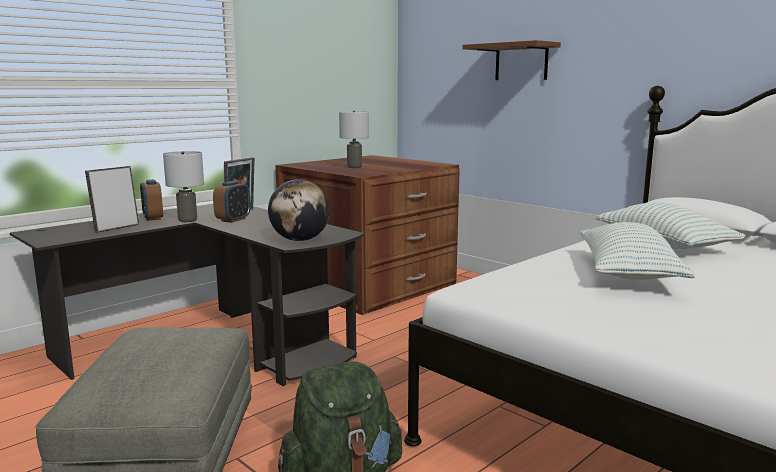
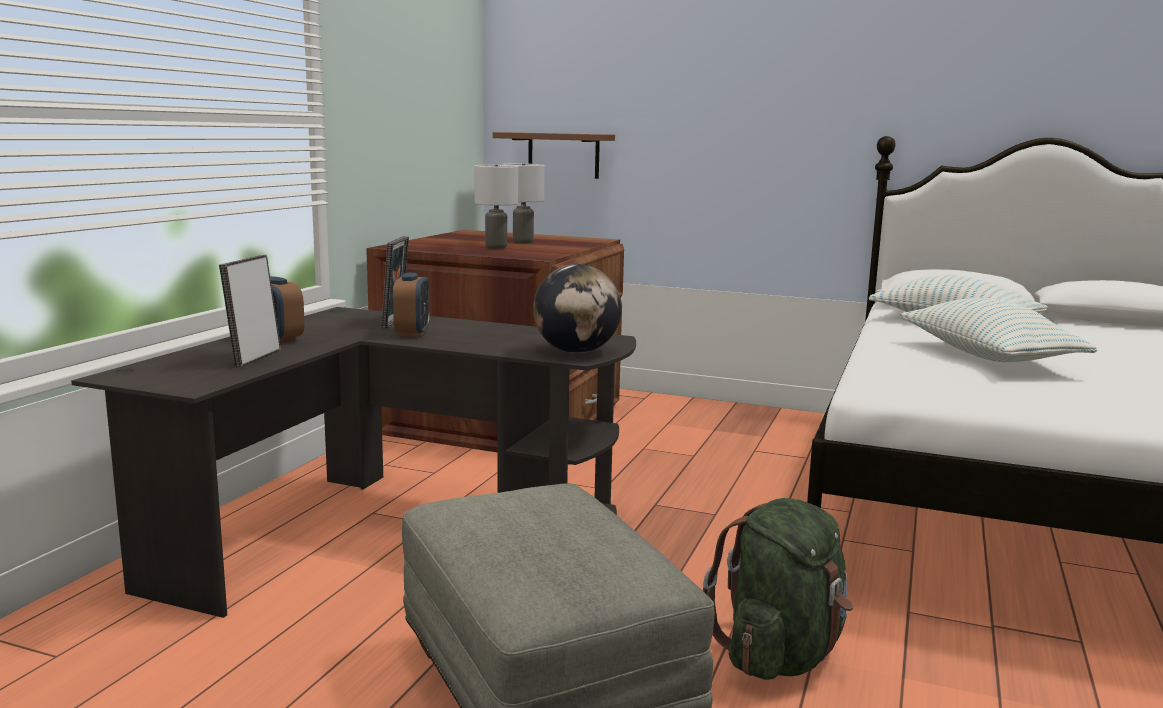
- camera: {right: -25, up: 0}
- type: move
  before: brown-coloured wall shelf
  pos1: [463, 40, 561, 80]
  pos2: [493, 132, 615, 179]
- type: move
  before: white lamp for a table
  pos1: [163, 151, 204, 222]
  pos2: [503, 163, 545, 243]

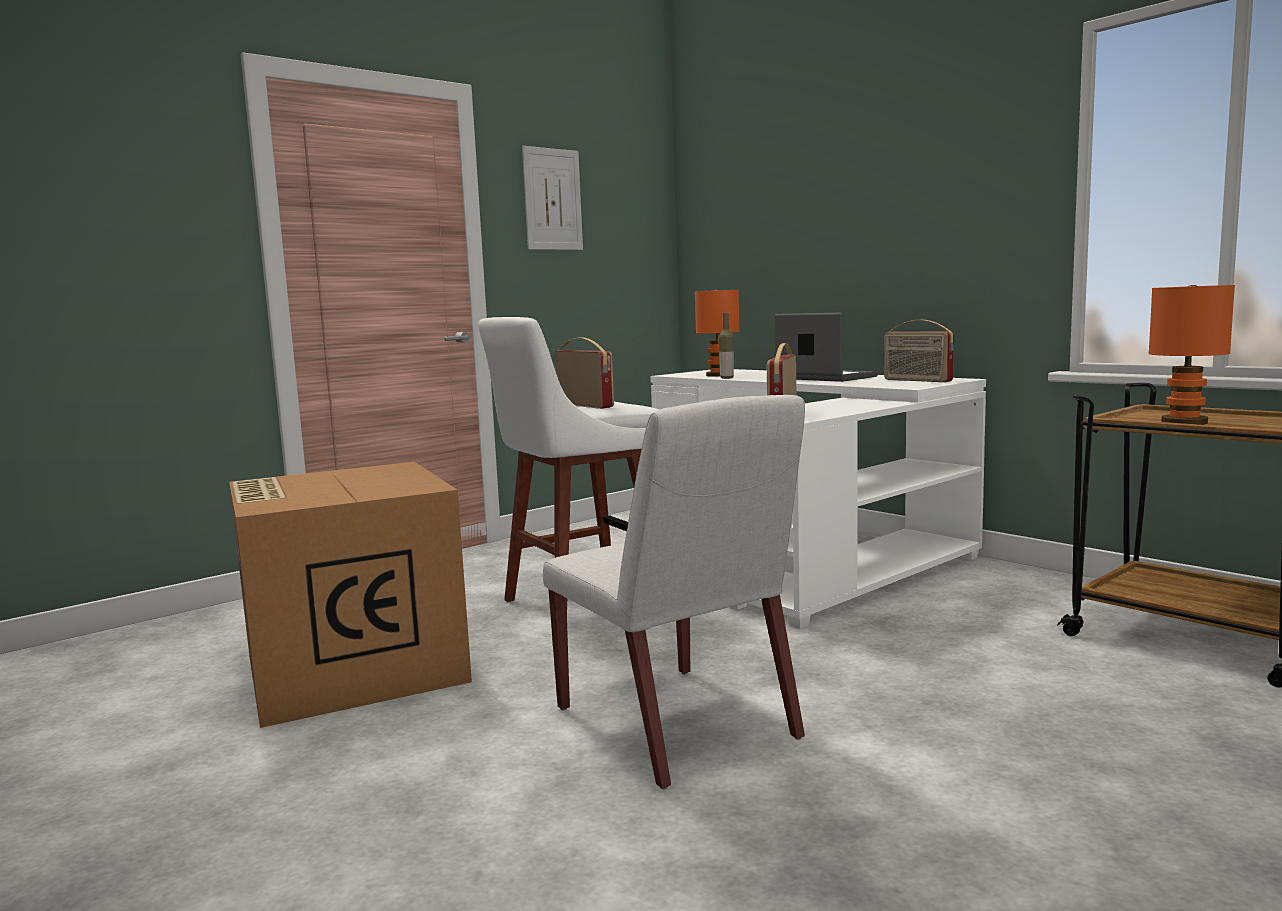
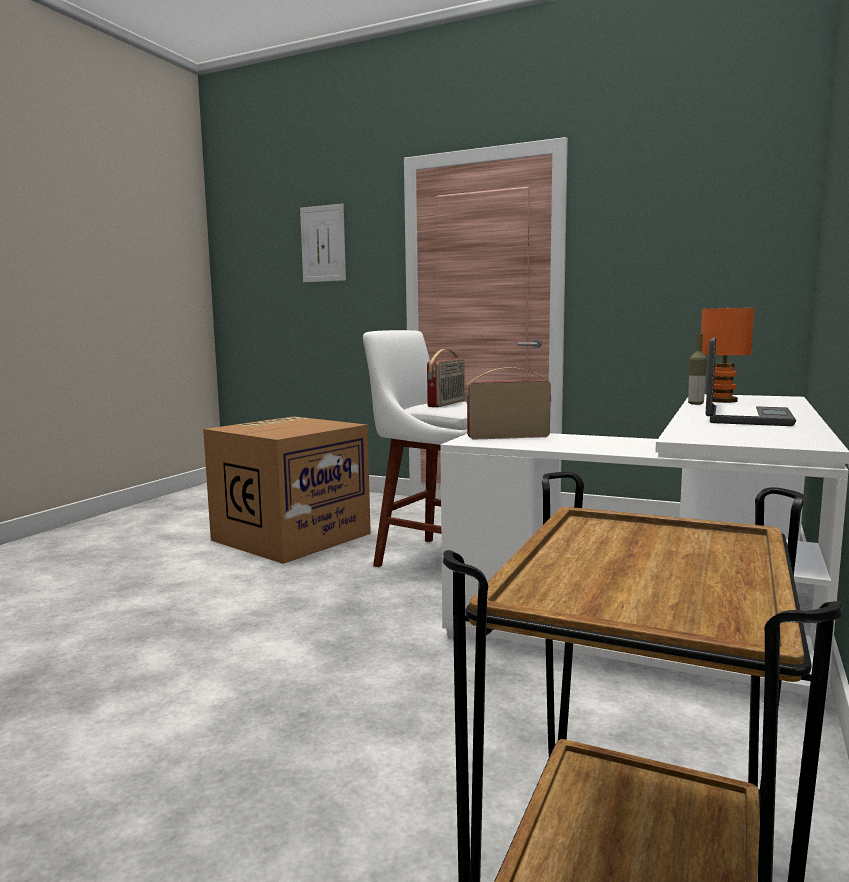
- camera: {right: 65, up: 0}
- type: move
  before: wall art
  pos1: [522, 146, 583, 250]
  pos2: [300, 204, 346, 282]
- type: delete
  before: white chair
  pos1: [543, 395, 805, 789]
- type: delete
  before: radio
  pos1: [884, 320, 954, 382]
- type: delete
  before: orange lamp for a table
  pos1: [1149, 285, 1235, 425]

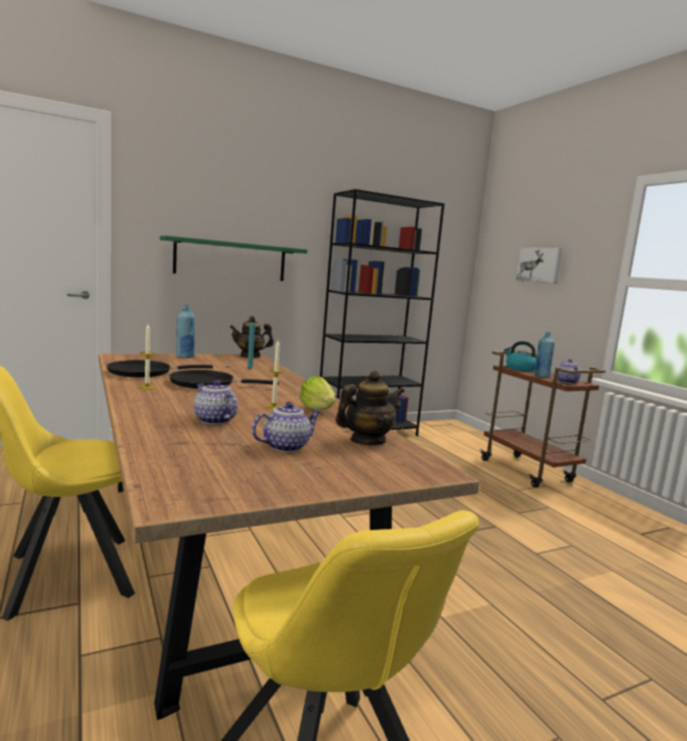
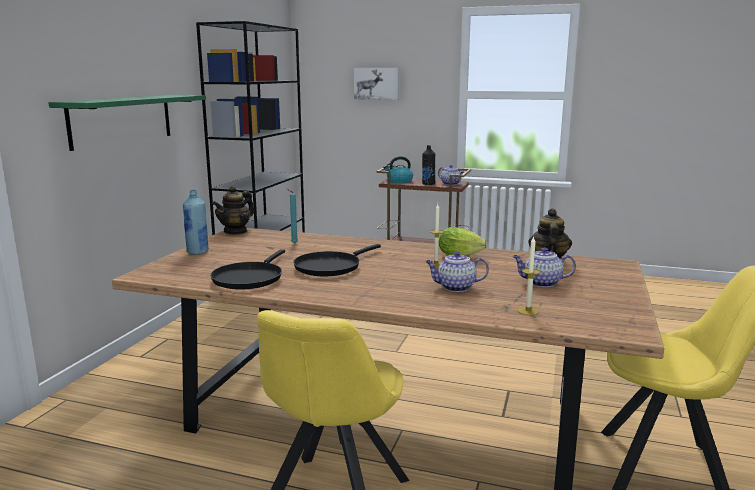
- camera: {right: -45, up: 5}
- type: recolor
  before: blue-coloured drink bottle
  after: blackish drink bottle
  pos1: [534, 332, 555, 378]
  pos2: [422, 145, 435, 185]
- type: rotate
  before: tea pot
  pos1: [252, 402, 321, 452]
  pos2: [512, 247, 576, 287]
  turn: -90
- type: move
  before: wax candle
  pos1: [138, 325, 156, 389]
  pos2: [518, 236, 540, 315]

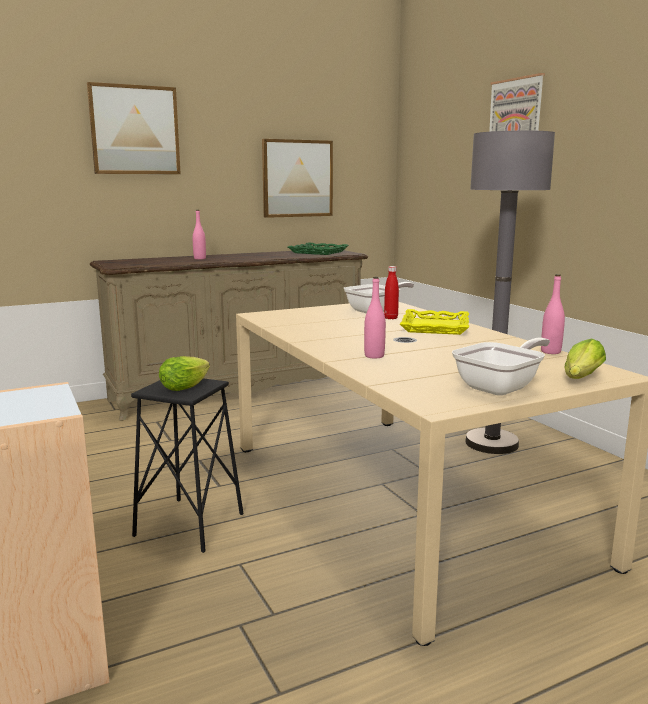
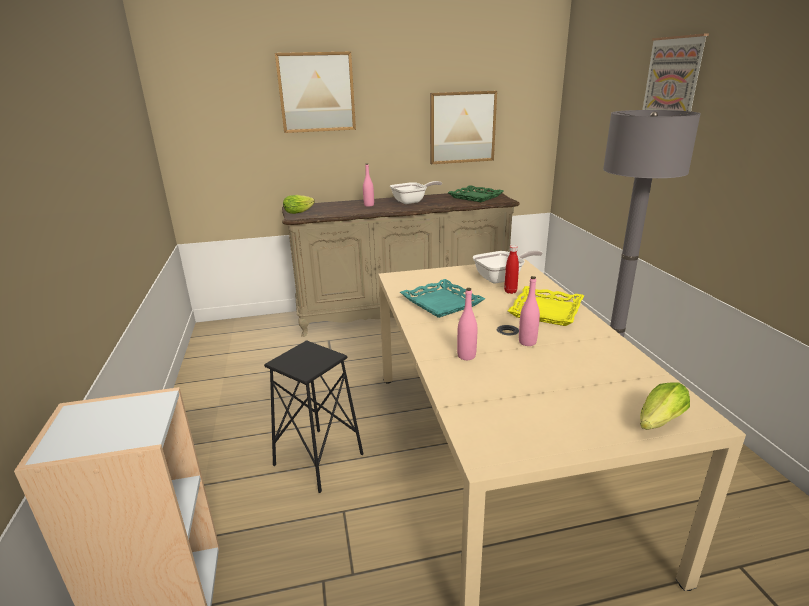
- camera: {right: 15, up: 10}
- type: move
  before: lettuce
  pos1: [159, 356, 210, 391]
  pos2: [283, 195, 315, 214]
- type: move
  before: skillet
  pos1: [452, 337, 550, 396]
  pos2: [390, 181, 442, 204]
- type: insert
  after: turquoise-coloured tray
  pos2: [400, 279, 485, 318]
- type: move
  before: pink drink bottle
  pos1: [541, 274, 565, 354]
  pos2: [519, 276, 540, 346]

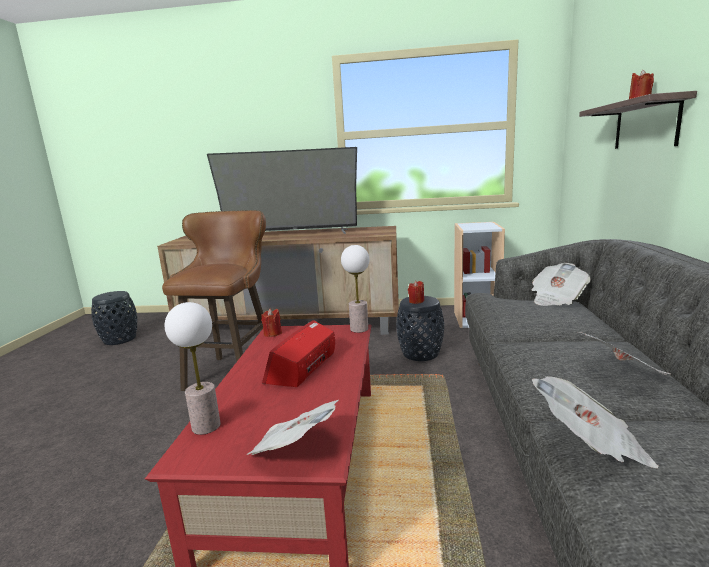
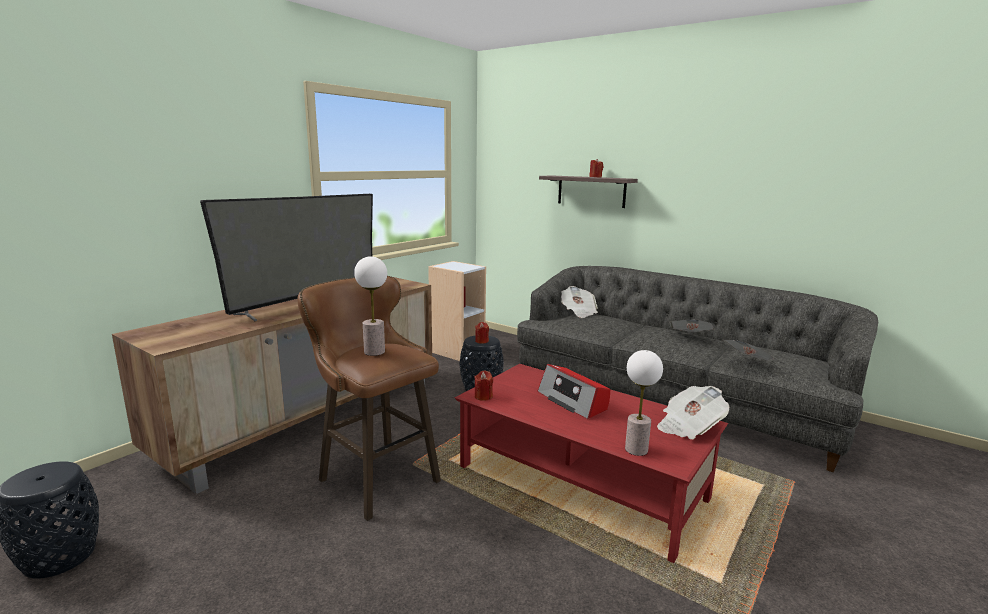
- camera: {right: -60, up: 0}
- type: move
  before: lamp for a table
  pos1: [341, 245, 370, 333]
  pos2: [354, 256, 387, 356]

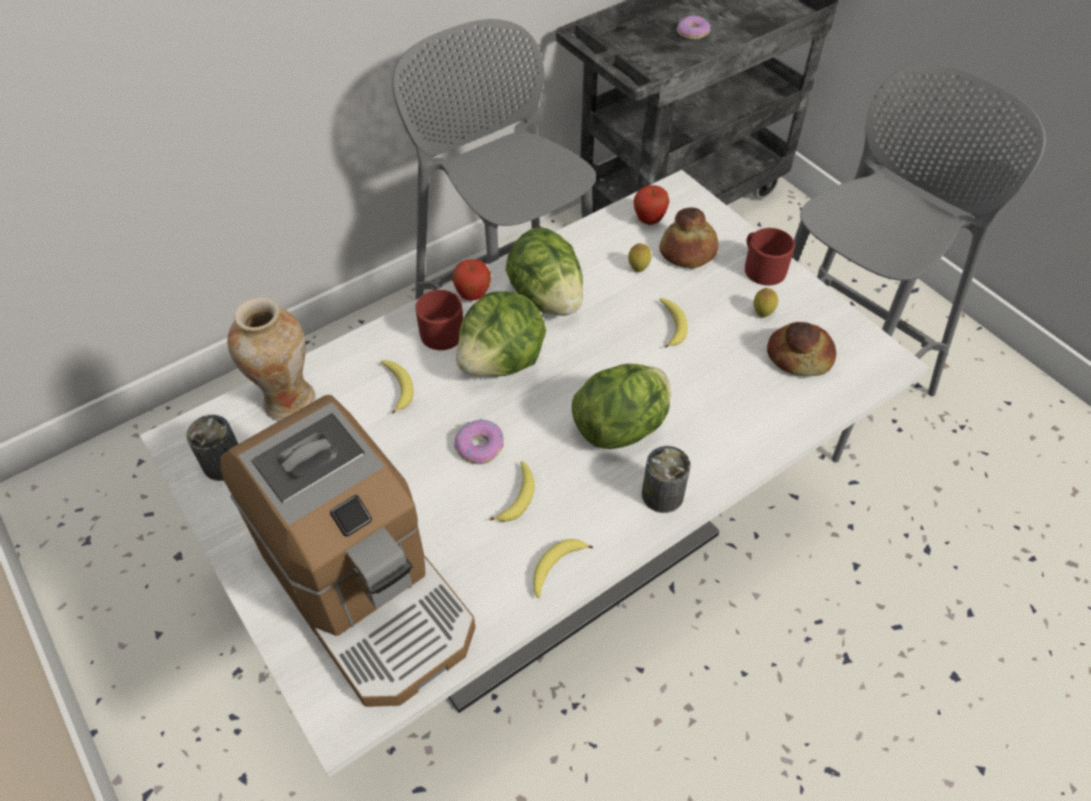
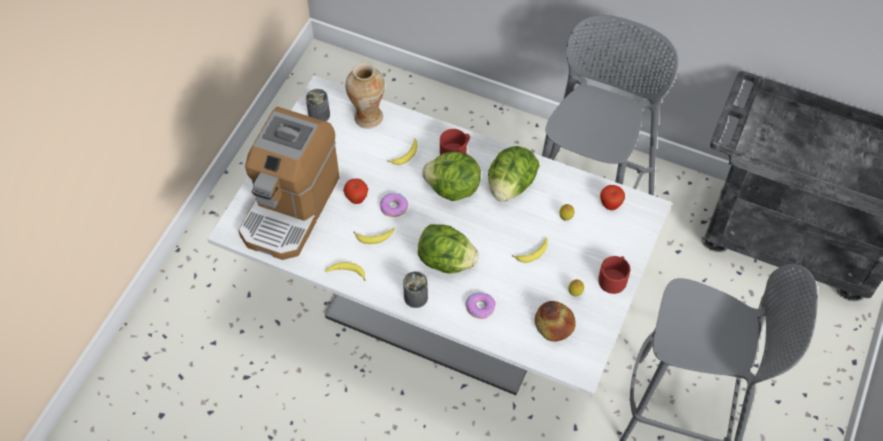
- camera: {right: 60, up: 5}
- type: move
  before: apple fruit
  pos1: [452, 259, 491, 301]
  pos2: [343, 178, 368, 204]
- type: move
  before: ring doughnut
  pos1: [677, 15, 711, 40]
  pos2: [466, 292, 496, 319]
- type: delete
  before: baked bread
  pos1: [659, 207, 718, 268]

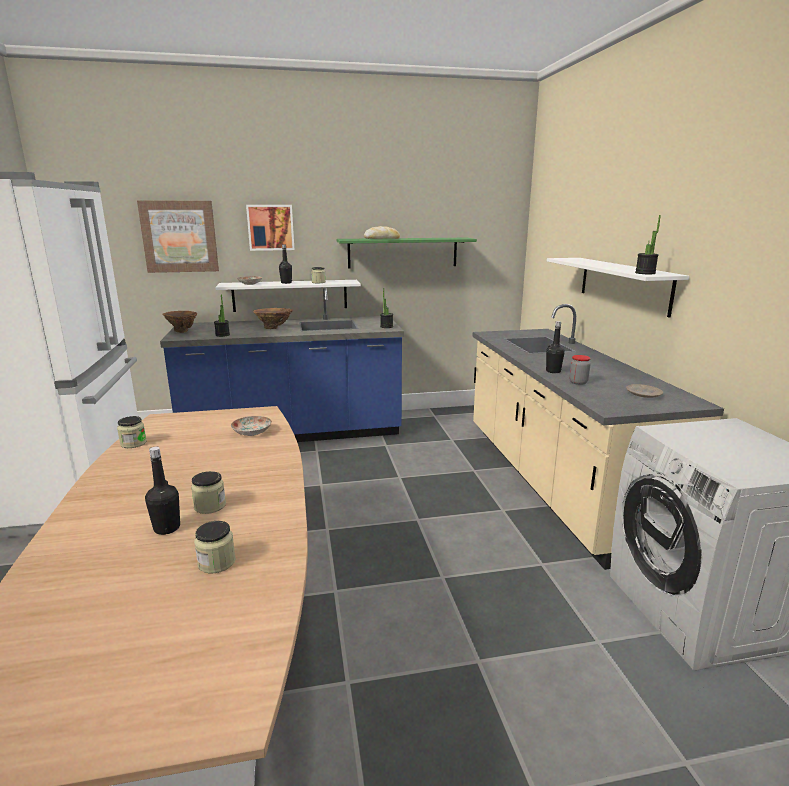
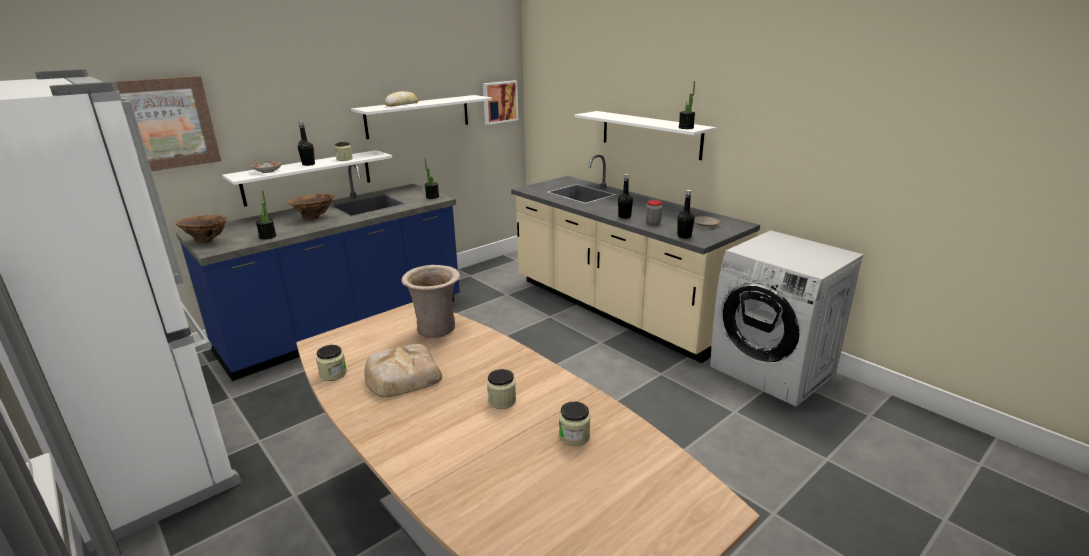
- camera: {right: -30, up: 5}
- type: recolor
  before: greenish wall shelf
  after: white wall shelf
  pos1: [336, 238, 477, 268]
  pos2: [351, 95, 492, 139]
- type: insert
  after: baked bread
  pos2: [365, 344, 442, 397]
- type: replace
  before: dinner plate
  after: beige vase
  pos1: [231, 416, 272, 436]
  pos2: [401, 265, 460, 338]
- type: move
  before: wall art
  pos1: [246, 205, 294, 251]
  pos2: [483, 80, 518, 125]
- type: move
  before: blackish drink bottle
  pos1: [145, 447, 180, 535]
  pos2: [678, 190, 695, 239]

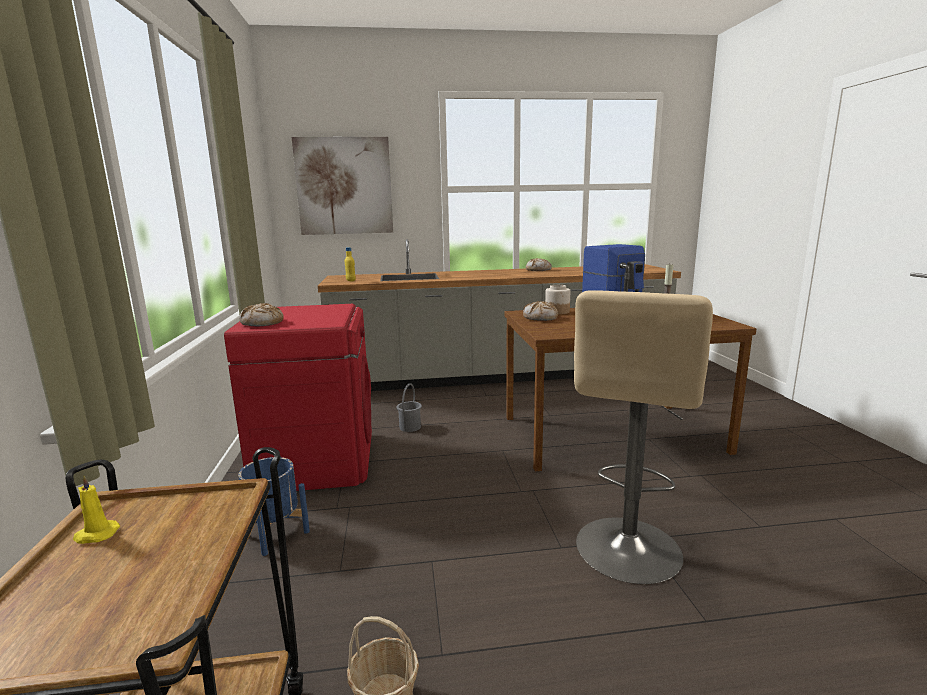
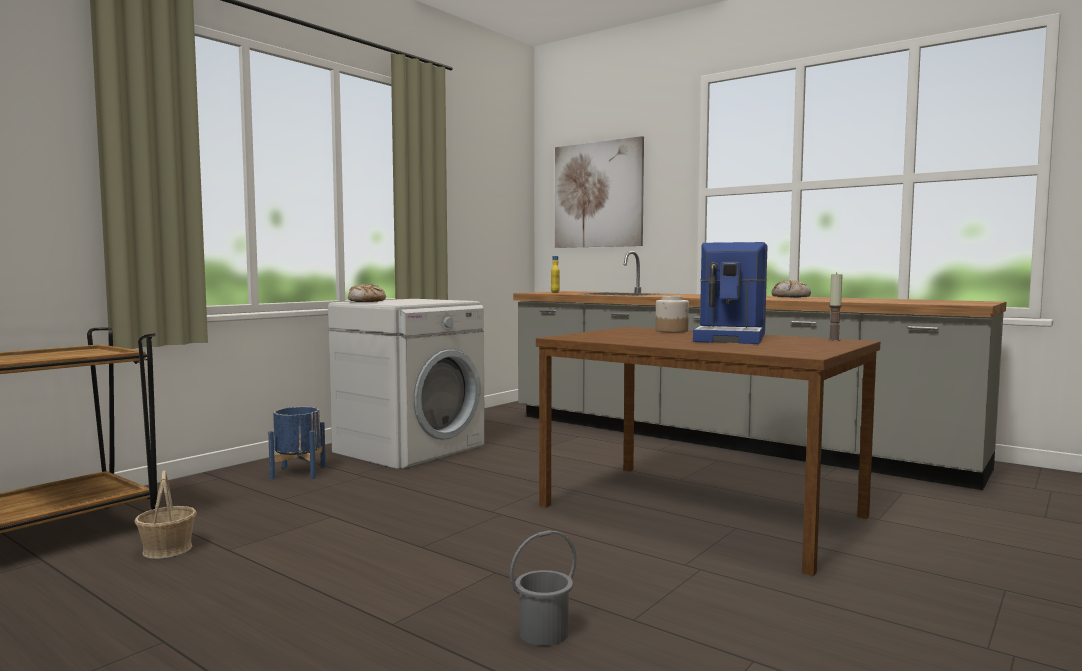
- camera: {right: 45, up: -10}
- type: recolor
  before: red washing machine
  after: white washing machine
  pos1: [224, 304, 372, 491]
  pos2: [328, 299, 485, 469]
- type: move
  before: gray bucket
  pos1: [396, 383, 422, 432]
  pos2: [510, 530, 577, 646]
- type: delete
  before: yellow-coloured wax candle
  pos1: [73, 475, 120, 544]
- type: delete
  before: baked bread
  pos1: [523, 301, 558, 321]
- type: delete
  before: beige sitting stool
  pos1: [574, 290, 713, 584]

